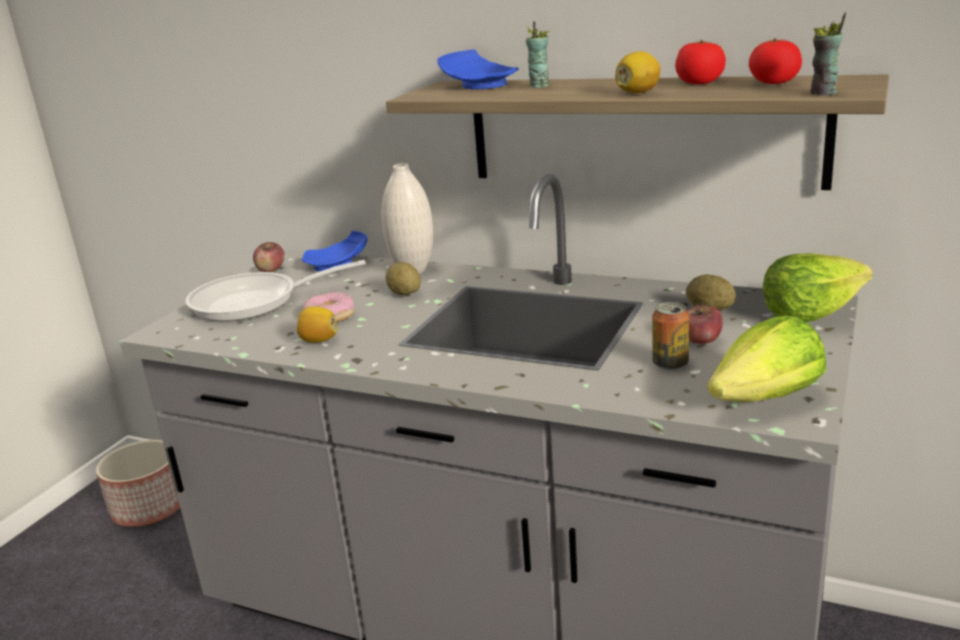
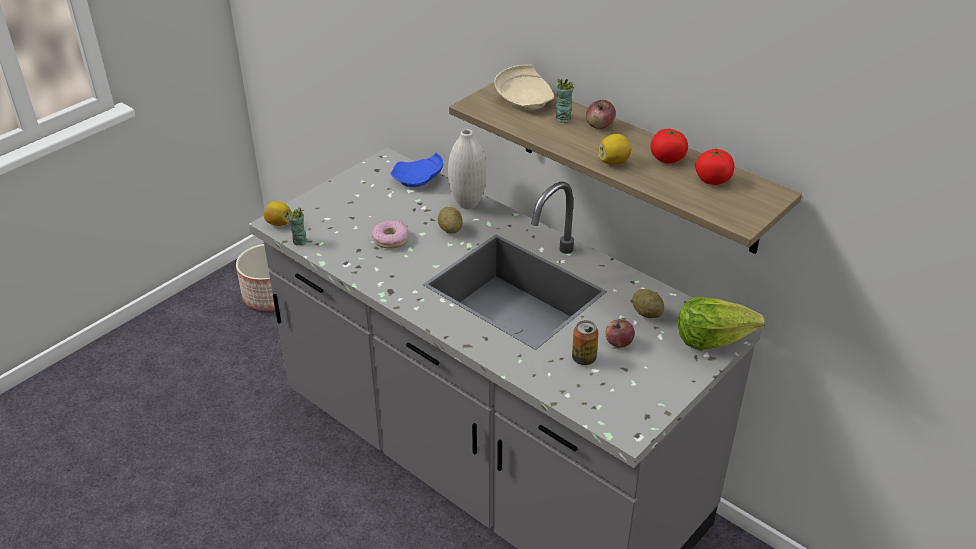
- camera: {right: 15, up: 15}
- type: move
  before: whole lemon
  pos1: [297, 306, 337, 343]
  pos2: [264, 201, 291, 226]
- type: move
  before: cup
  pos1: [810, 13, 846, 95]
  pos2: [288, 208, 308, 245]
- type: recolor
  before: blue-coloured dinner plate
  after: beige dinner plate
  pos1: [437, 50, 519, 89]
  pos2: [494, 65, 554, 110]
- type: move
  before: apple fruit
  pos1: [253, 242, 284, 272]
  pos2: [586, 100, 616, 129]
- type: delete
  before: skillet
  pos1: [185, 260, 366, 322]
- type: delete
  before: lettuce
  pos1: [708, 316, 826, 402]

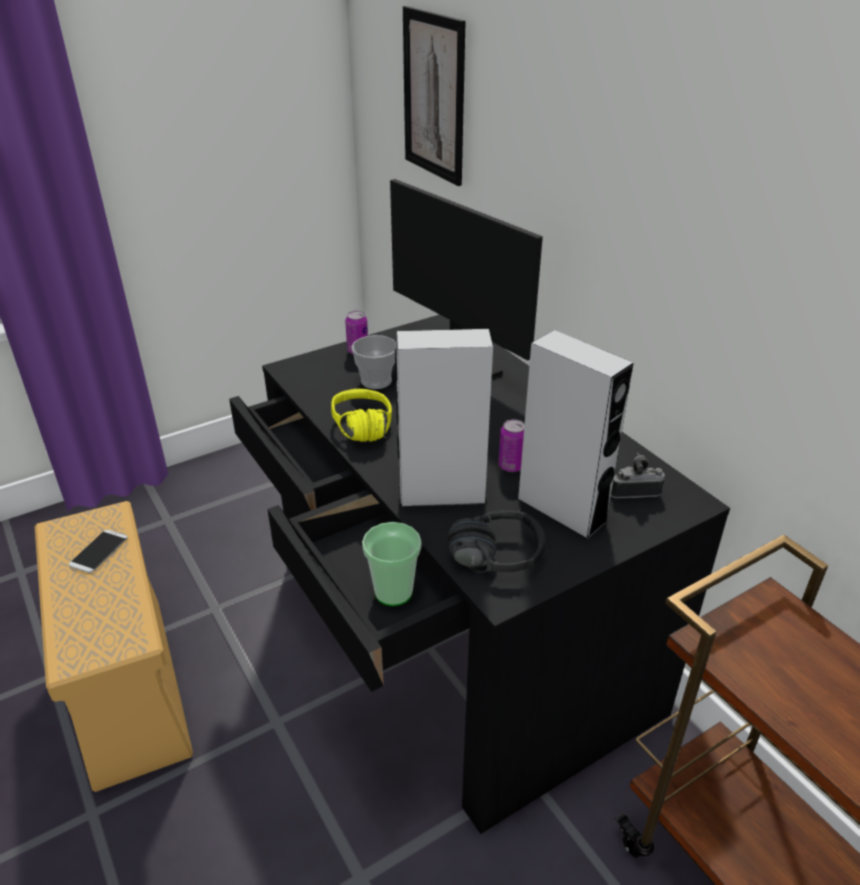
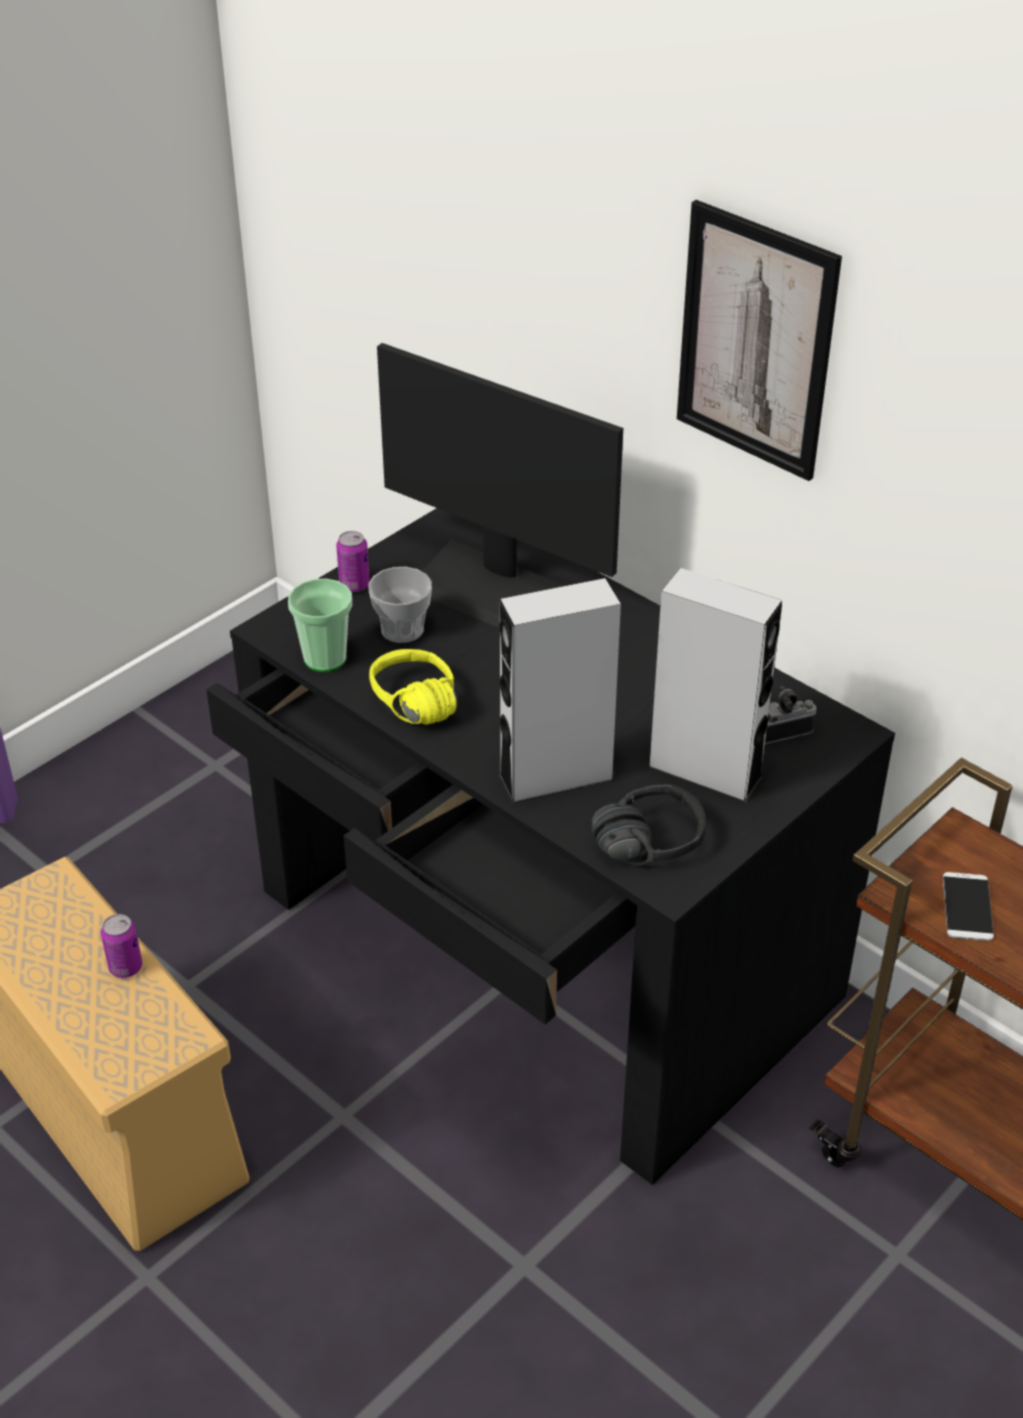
- camera: {right: -15, up: 5}
- type: move
  before: metal can
  pos1: [498, 419, 524, 472]
  pos2: [101, 914, 142, 978]
- type: move
  before: cup
  pos1: [362, 522, 421, 606]
  pos2: [288, 579, 352, 672]
- type: move
  before: wall art
  pos1: [403, 6, 466, 186]
  pos2: [677, 200, 842, 481]
- type: move
  before: phone
  pos1: [69, 530, 128, 573]
  pos2: [943, 872, 994, 941]

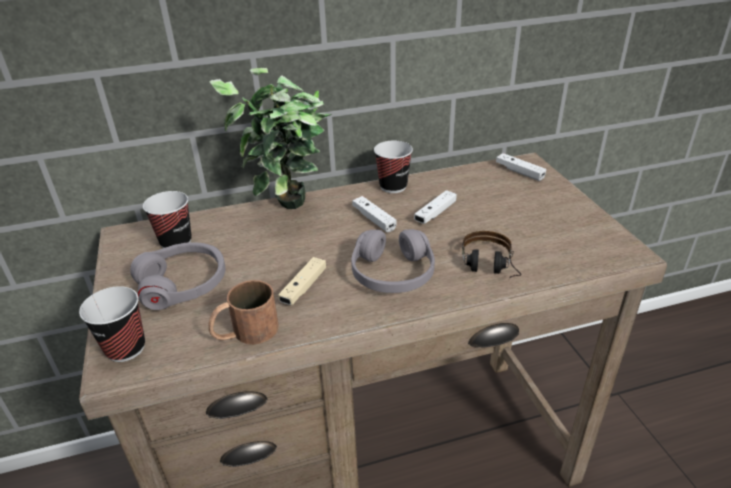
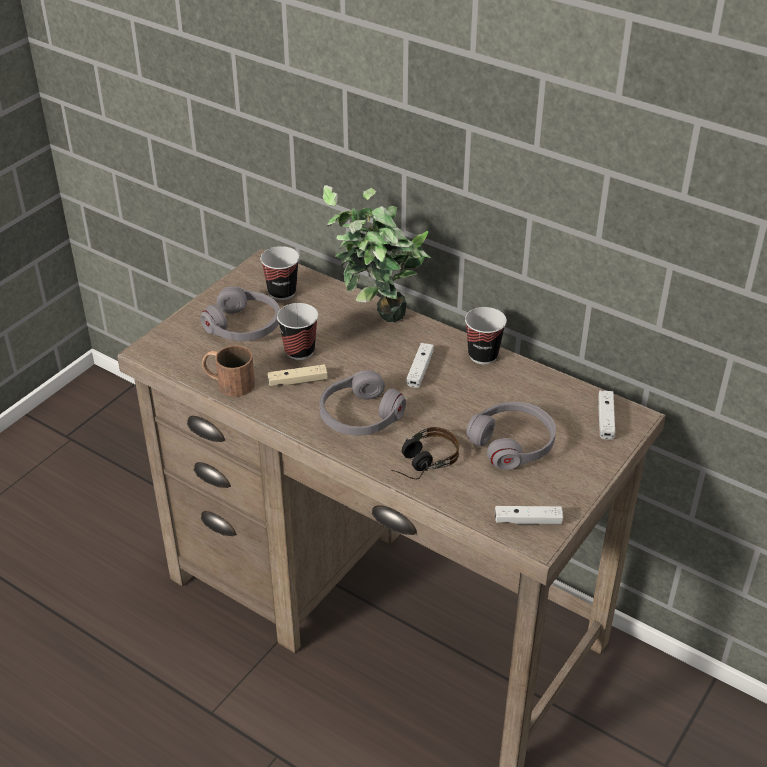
- camera: {right: 50, up: 5}
- type: move
  before: cup
  pos1: [79, 286, 145, 362]
  pos2: [277, 303, 318, 360]
- type: insert
  after: gray headset
  pos2: [466, 402, 556, 470]
- type: move
  before: white joypad
  pos1: [414, 190, 457, 224]
  pos2: [495, 506, 563, 524]

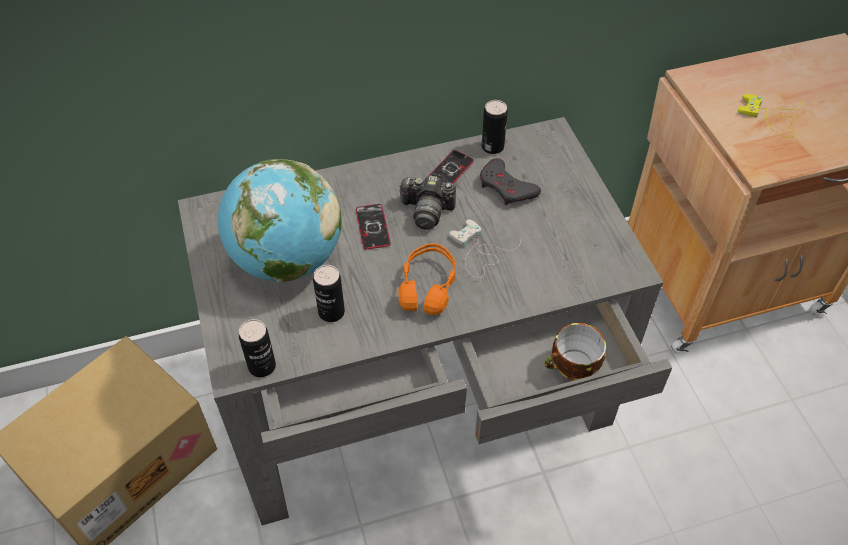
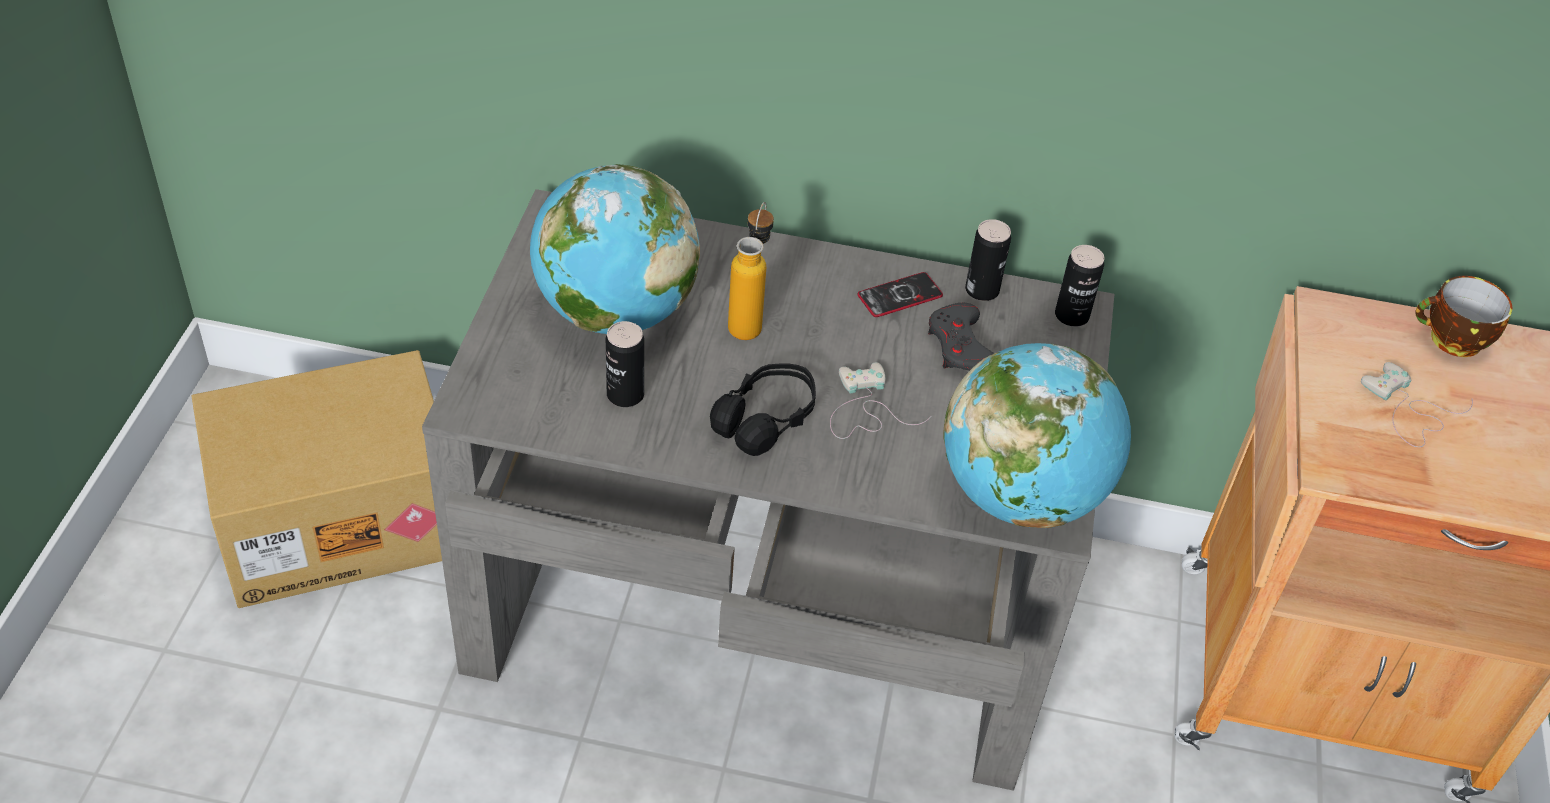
- camera: {right: 25, up: -5}
- type: recolor
  before: orange headset
  after: blackish headset
  pos1: [398, 243, 455, 315]
  pos2: [710, 364, 816, 456]
- type: replace
  before: phone
  after: drink bottle
  pos1: [356, 204, 391, 250]
  pos2: [728, 202, 774, 340]
- type: insert
  after: world globe
  pos2: [944, 343, 1131, 528]
- type: move
  before: metal can
  pos1: [239, 319, 276, 377]
  pos2: [1055, 245, 1104, 327]
- type: recolor
  before: yellow-coloured joypad
  after: white joypad
  pos1: [738, 94, 801, 137]
  pos2: [1361, 362, 1473, 447]
- type: move
  before: cup
  pos1: [544, 323, 606, 380]
  pos2: [1415, 276, 1512, 357]
- type: delete
  before: photo camera
  pos1: [399, 176, 456, 230]

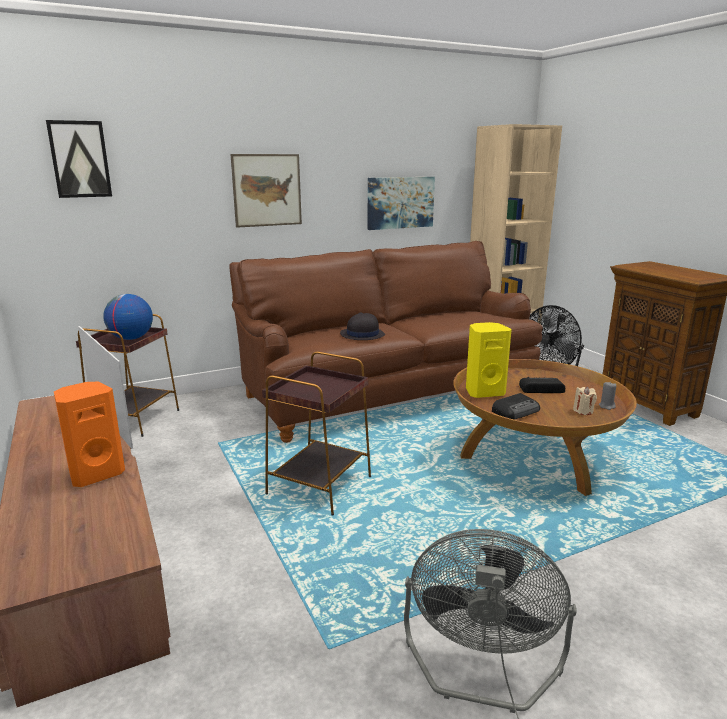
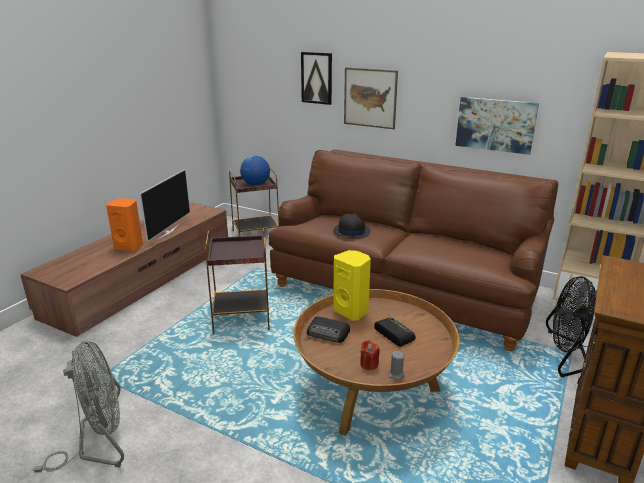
- camera: {right: 55, up: 5}
- type: move
  before: wall art
  pos1: [46, 120, 112, 198]
  pos2: [301, 52, 332, 105]
- type: recolor
  before: beige wax candle
  after: red wax candle
  pos1: [573, 387, 597, 415]
  pos2: [360, 340, 380, 370]

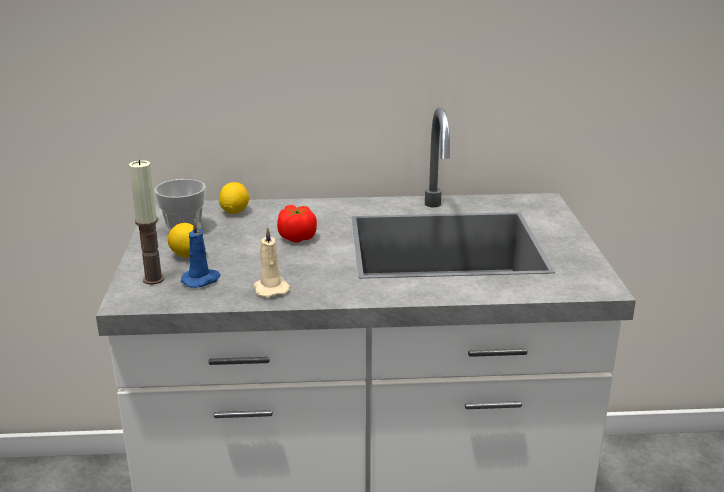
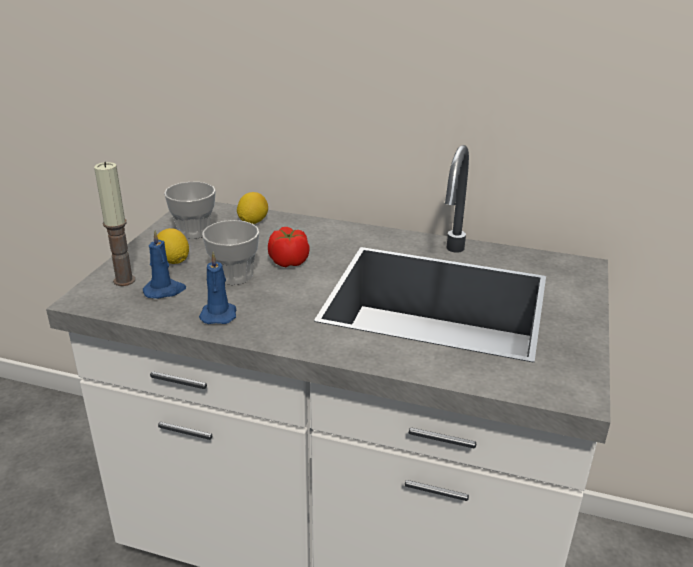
- camera: {right: 20, up: 5}
- type: recolor
  before: beige wax candle
  after: blue-coloured wax candle
  pos1: [253, 227, 290, 297]
  pos2: [199, 252, 236, 324]
- type: insert
  after: cup
  pos2: [202, 220, 259, 285]

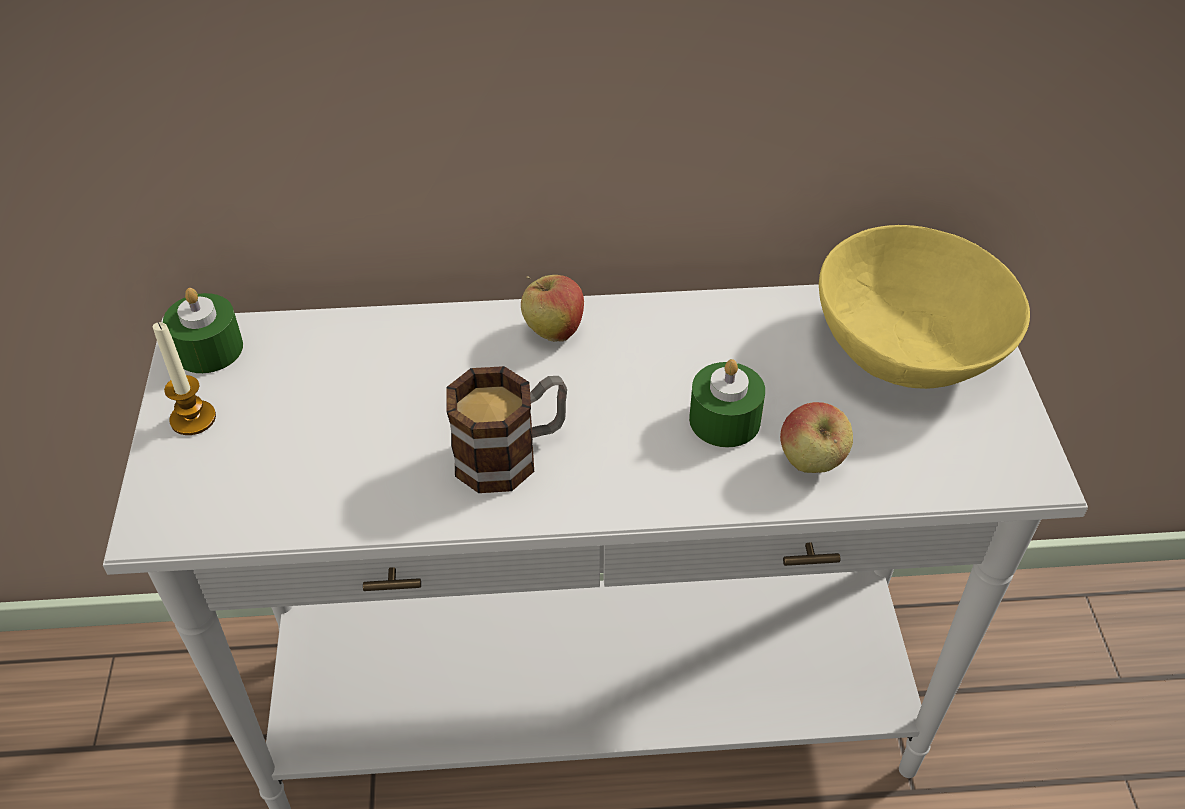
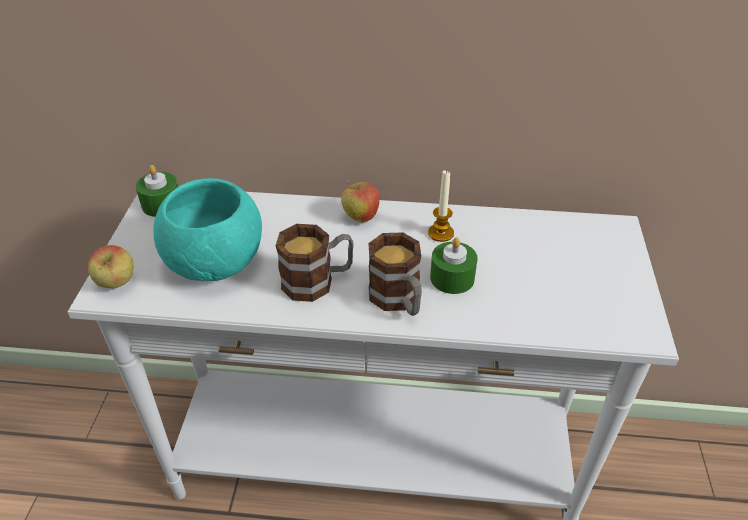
- camera: {right: 10, up: -5}
- type: move
  before: apple fruit
  pos1: [780, 402, 853, 473]
  pos2: [88, 245, 134, 288]
- type: insert
  after: turquoise-coloured deep dish
  pos2: [153, 178, 262, 281]
- type: insert
  after: mug
  pos2: [368, 232, 422, 316]
- type: move
  before: wax candle
  pos1: [153, 322, 216, 435]
  pos2: [428, 170, 454, 242]
- type: delete
  before: yellow-coloured deep dish
  pos1: [819, 225, 1030, 389]

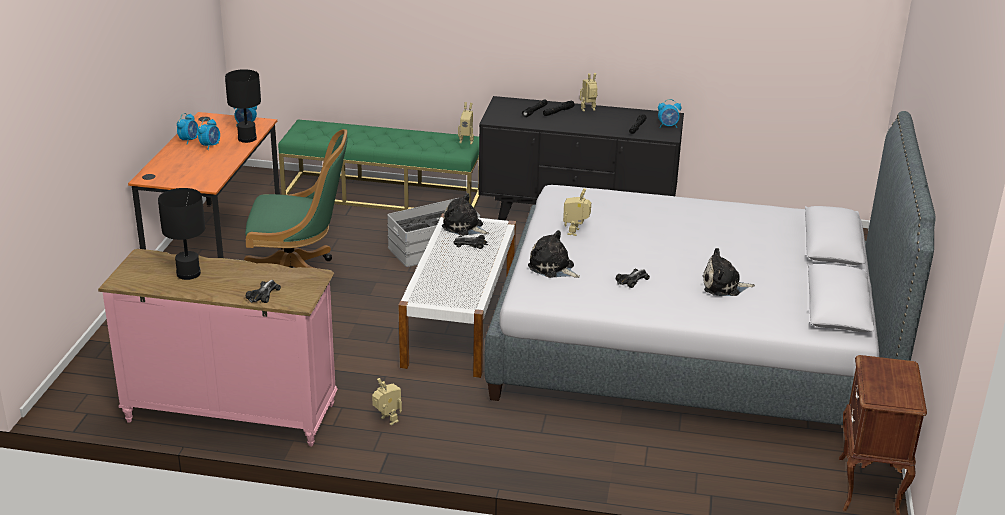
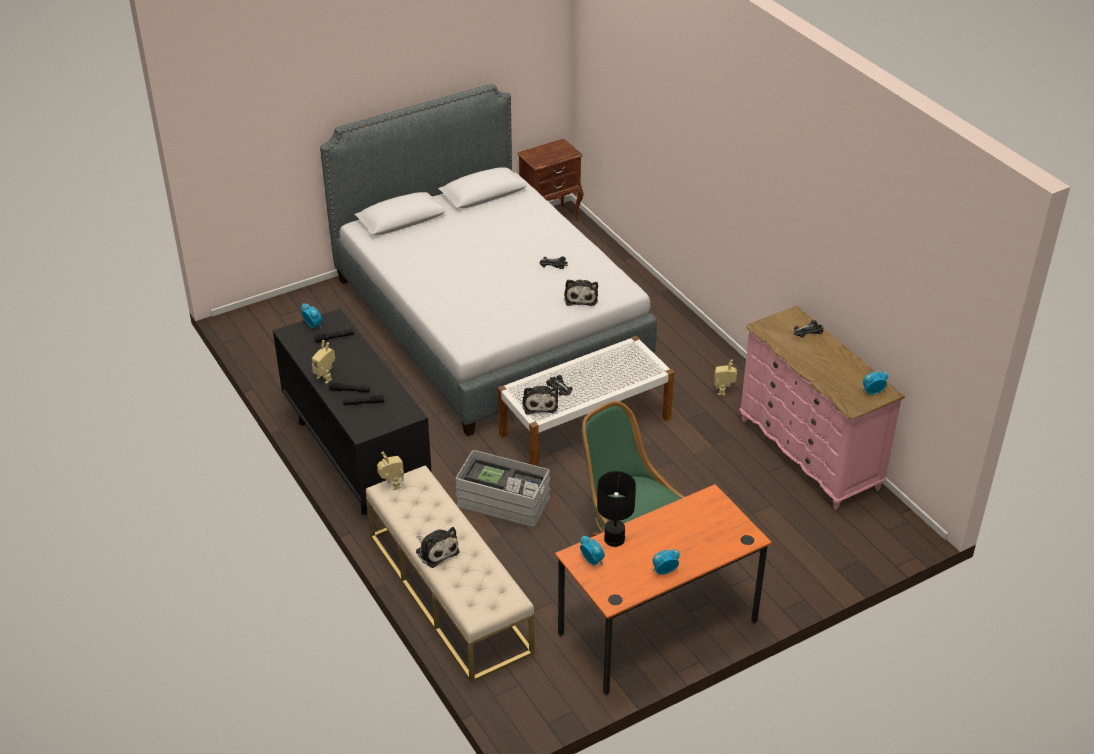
- camera: {right: -130, up: 10}
- type: recolor
  before: greenish long seat
  after: beige long seat
  pos1: [278, 119, 480, 211]
  pos2: [366, 465, 535, 683]
- type: move
  before: soft toy
  pos1: [703, 248, 755, 296]
  pos2: [416, 527, 460, 568]
- type: move
  before: alarm clock
  pos1: [198, 118, 220, 150]
  pos2: [863, 371, 888, 394]
- type: delete
  before: blackish lamp for a table
  pos1: [158, 188, 205, 280]
- type: delete
  before: toy robot
  pos1: [563, 188, 591, 236]

